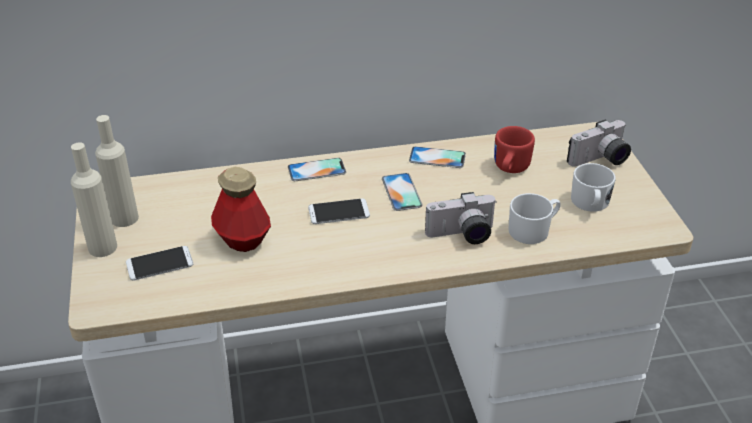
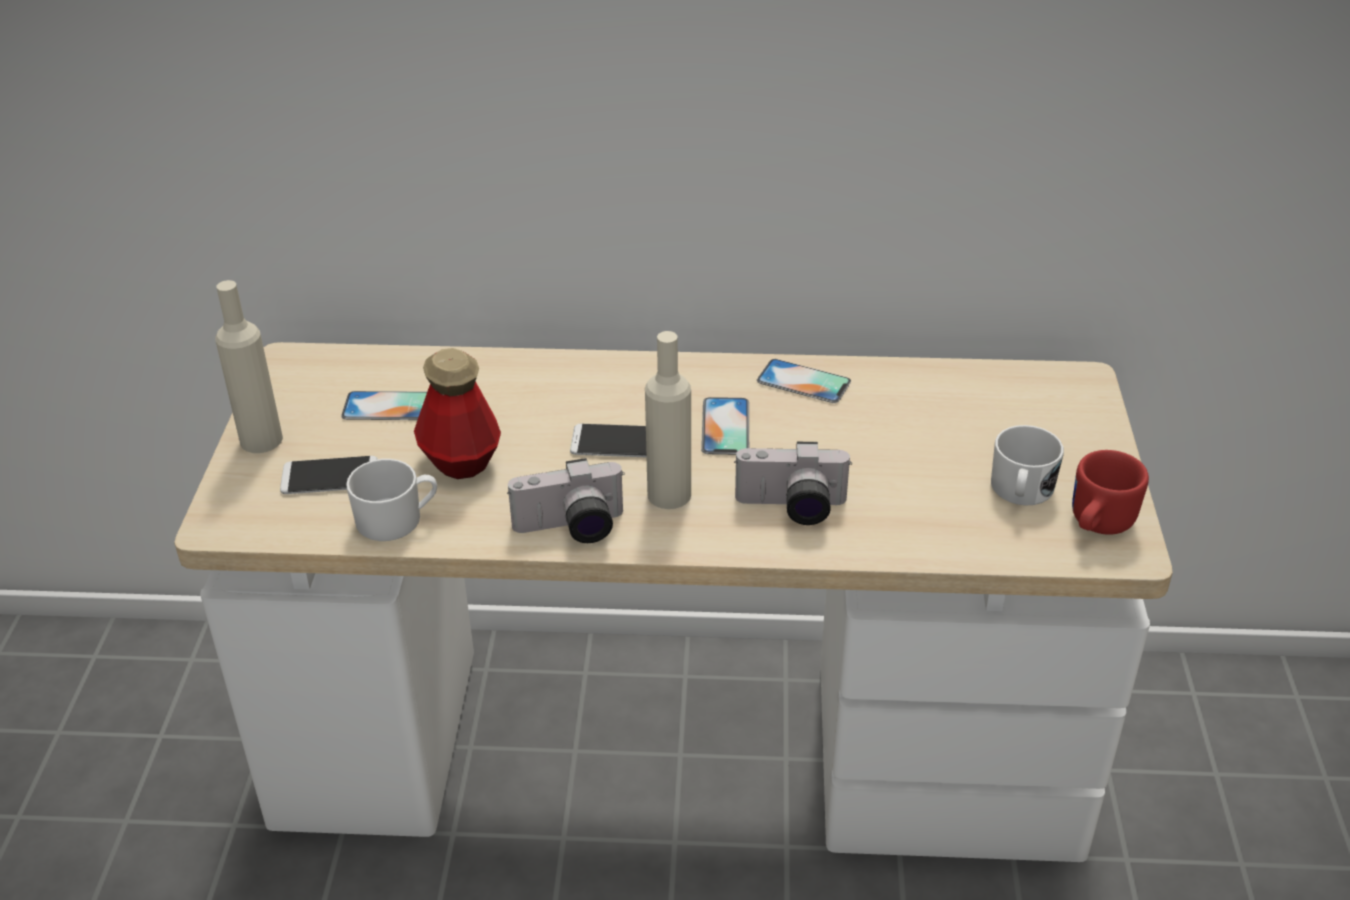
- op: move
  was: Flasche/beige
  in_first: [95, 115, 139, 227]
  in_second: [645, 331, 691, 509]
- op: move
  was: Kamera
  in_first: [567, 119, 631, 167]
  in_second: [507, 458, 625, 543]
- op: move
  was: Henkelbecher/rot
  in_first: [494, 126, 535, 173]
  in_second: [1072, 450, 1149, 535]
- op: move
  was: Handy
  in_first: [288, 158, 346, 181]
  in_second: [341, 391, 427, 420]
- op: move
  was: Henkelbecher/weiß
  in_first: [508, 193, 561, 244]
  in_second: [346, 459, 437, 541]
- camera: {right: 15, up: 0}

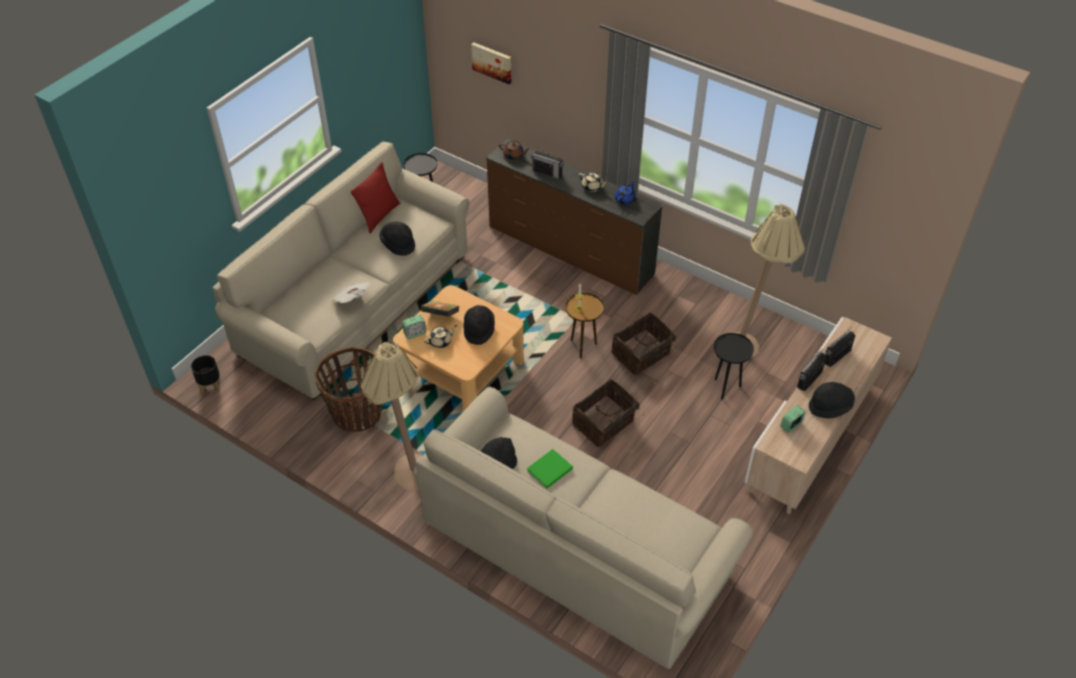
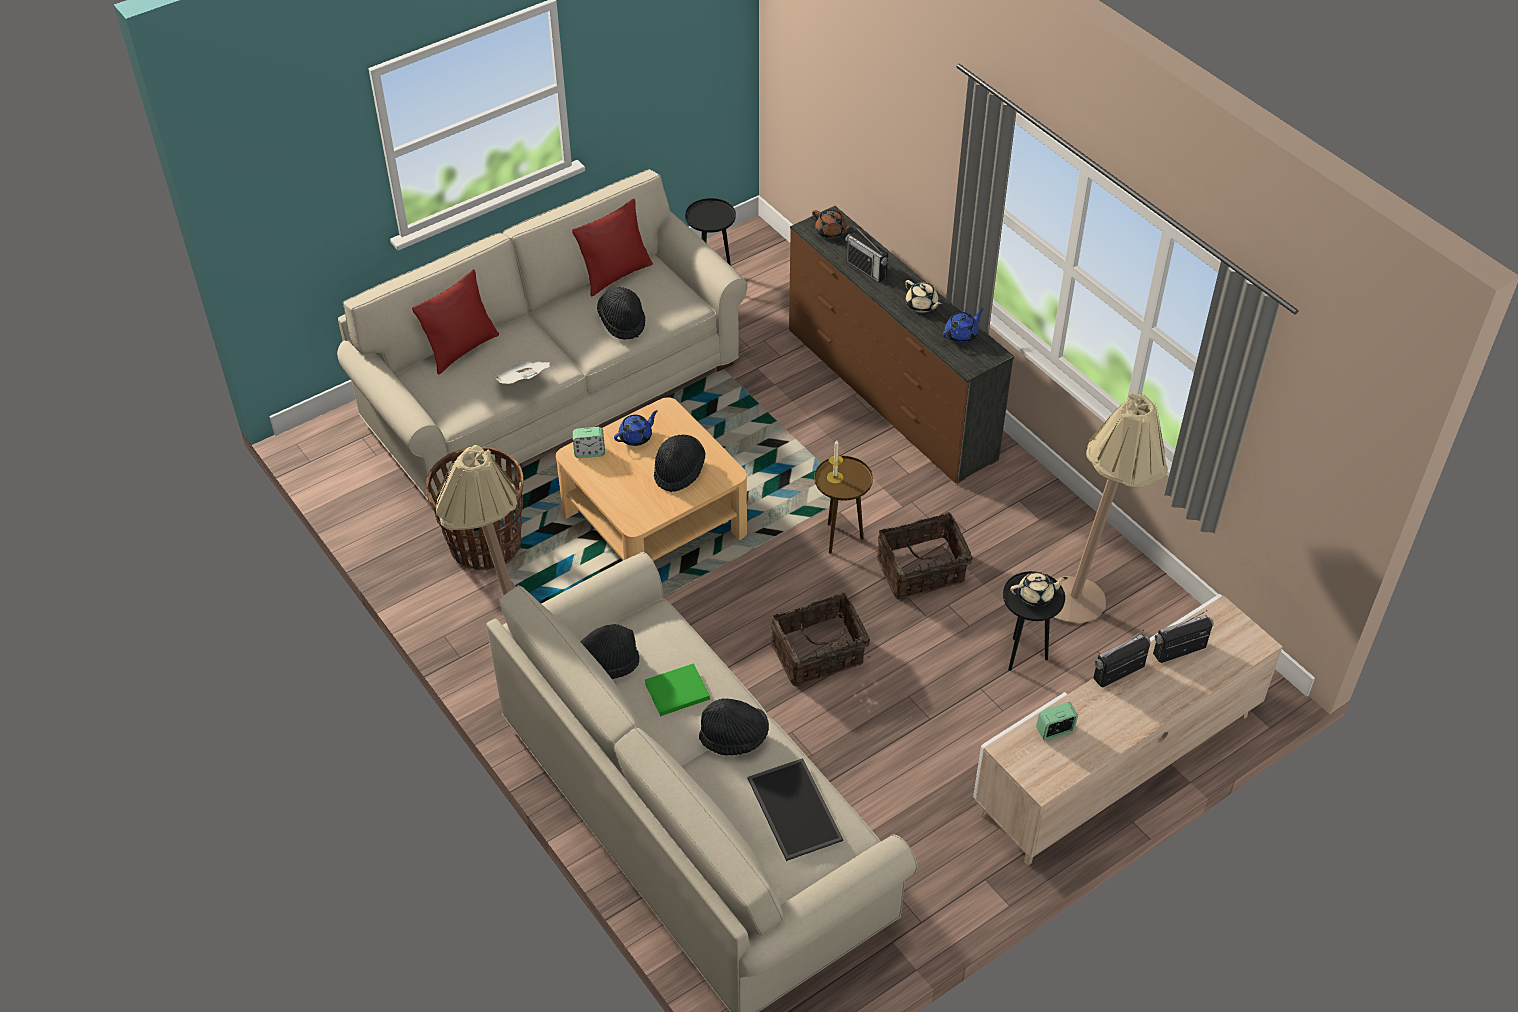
- op: delete
  was: Bild
  in_first: [471, 42, 512, 84]
- op: replace
  was: Buch
  now: Teekanne/blau
  in_first: [421, 300, 459, 317]
  in_second: [614, 410, 658, 446]
- op: move
  was: Teekanne/beige
  in_first: [424, 325, 457, 348]
  in_second: [1010, 572, 1068, 606]
- op: delete
  was: Pflanzkübel/schwarz
  in_first: [191, 355, 220, 394]
- op: move
  was: Hut/schwarz
  in_first: [808, 382, 855, 418]
  in_second: [699, 698, 769, 756]
- op: insert
  now: Kissen/rot
  in_second: [412, 269, 499, 375]
- op: insert
  now: Tablett
  in_second: [748, 758, 843, 861]
- camera: {right: 20, up: 0}

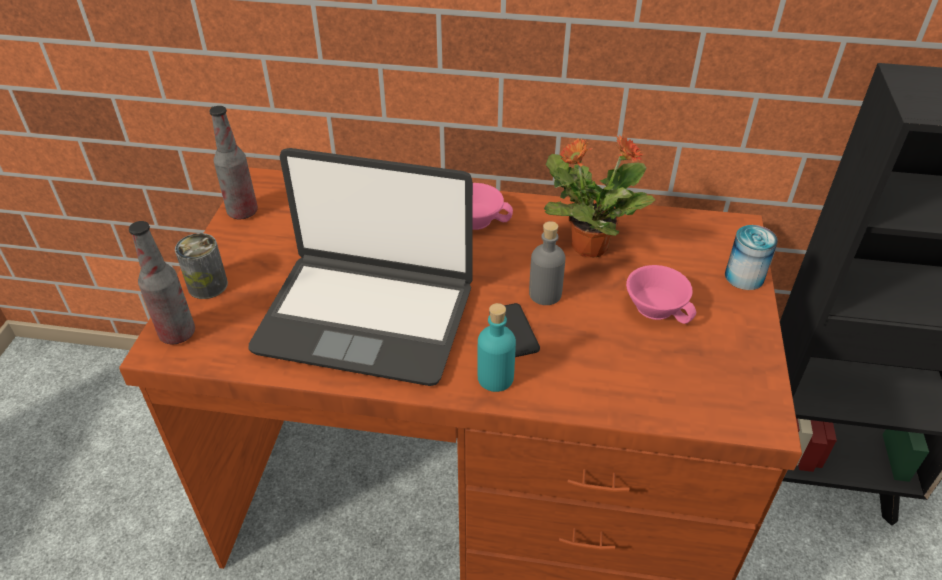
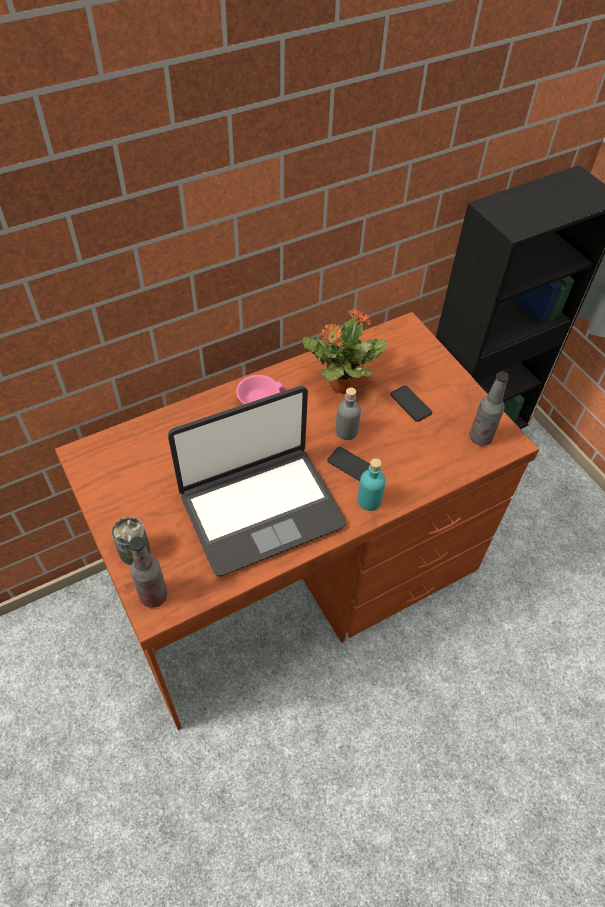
- op: move
  was: Flasche
  in_first: [209, 106, 258, 219]
  in_second: [469, 372, 509, 446]
- op: delete
  was: Dose
  in_first: [725, 225, 778, 290]
- op: replace
  was: Tasse/rosa
  now: Handy
  in_first: [626, 265, 696, 324]
  in_second: [390, 385, 432, 422]
- camera: {right: -40, up: 10}

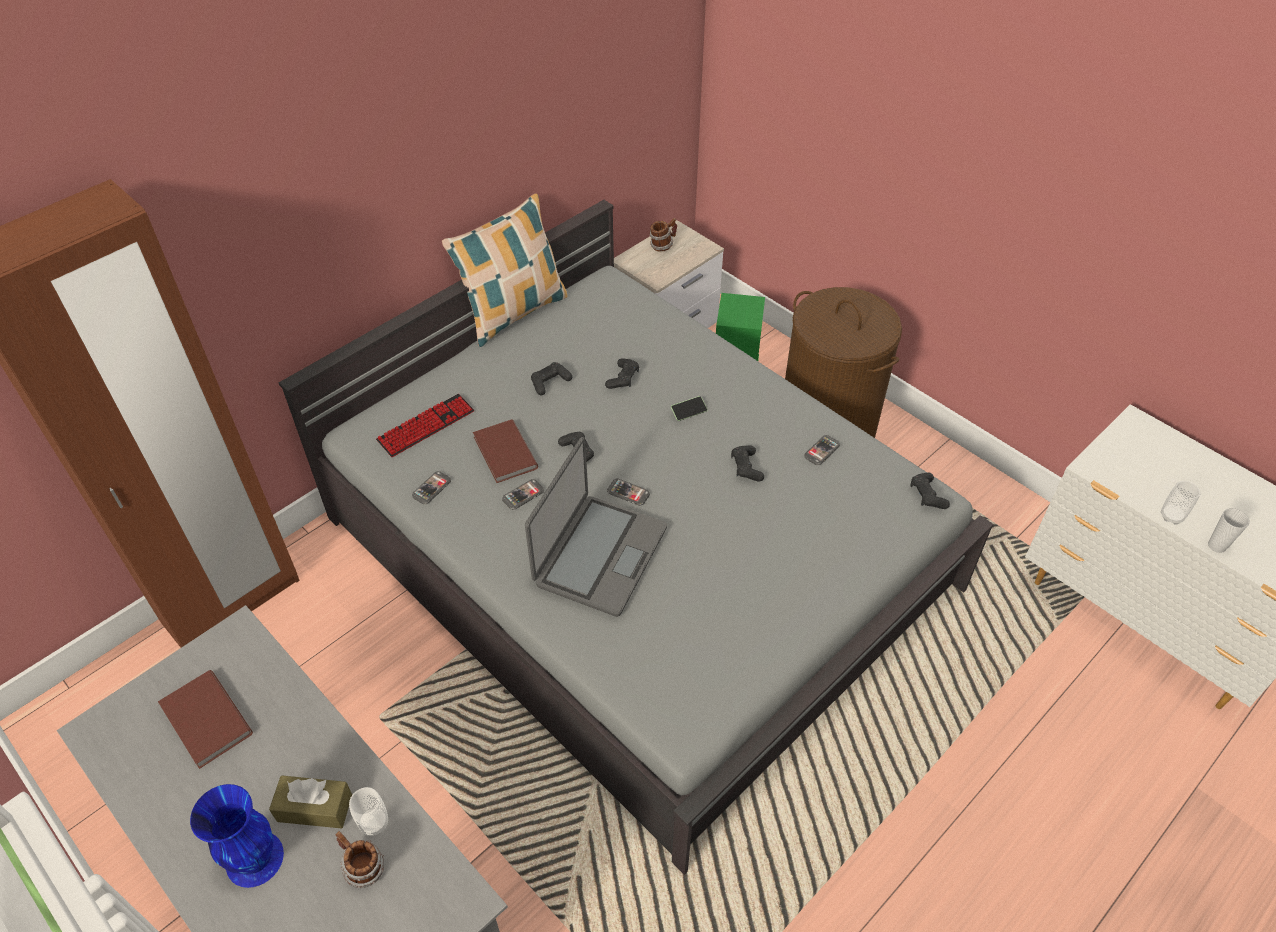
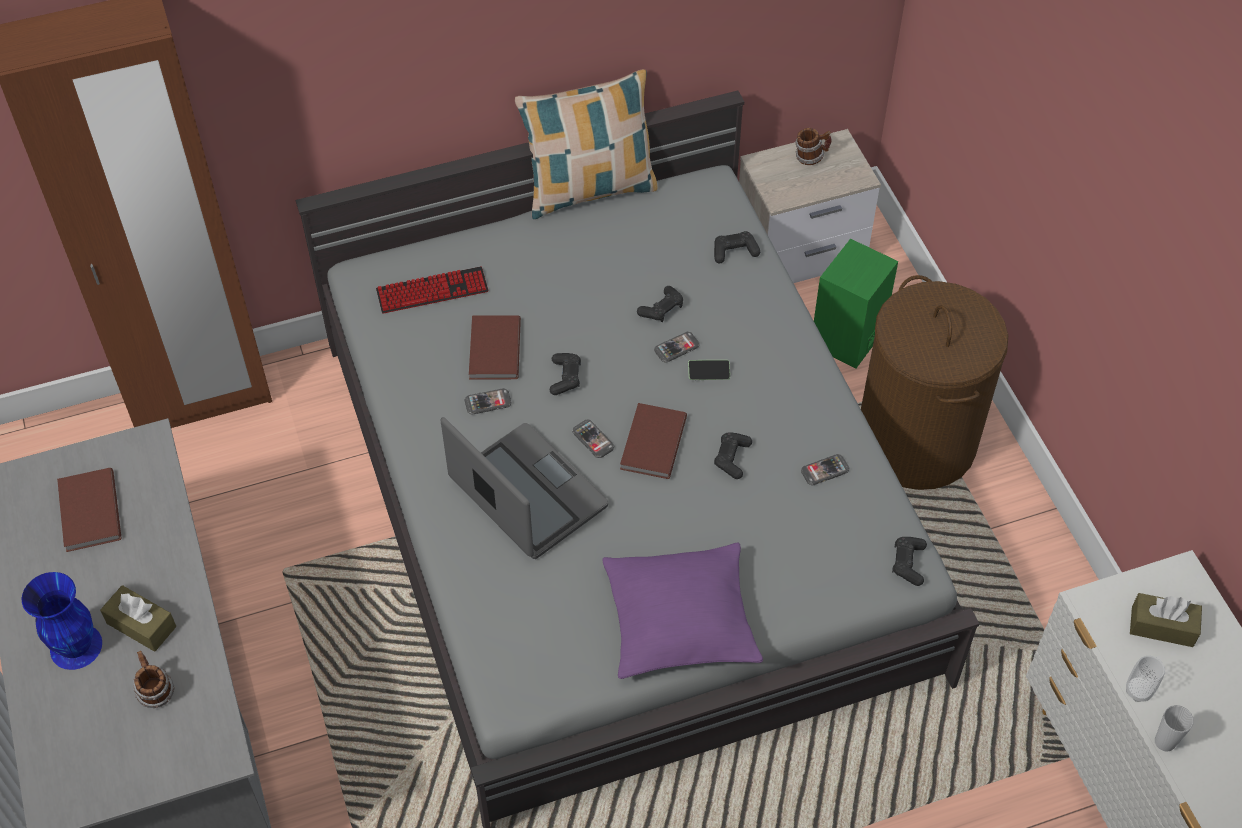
- op: move
  was: Gamepad/schwarz
  in_first: [531, 362, 572, 396]
  in_second: [714, 231, 760, 263]
- op: rotate
  was: Laptop
  in_first: [525, 437, 667, 617]
  in_second: [441, 417, 608, 559]
  clockwise: -90
- op: move
  was: Handy
  in_first: [412, 471, 451, 504]
  in_second: [654, 332, 700, 363]
- op: delete
  was: Tasse
  in_first: [349, 787, 388, 836]
- op: insert
  now: Buch/braun
  in_second: [620, 403, 687, 479]
- op: insert
  now: Kissen/lila
  in_second: [602, 543, 763, 679]
- op: insert
  now: Taschentuchbox/braun
  in_second: [1130, 593, 1202, 647]
- camera: {right: 25, up: 5}

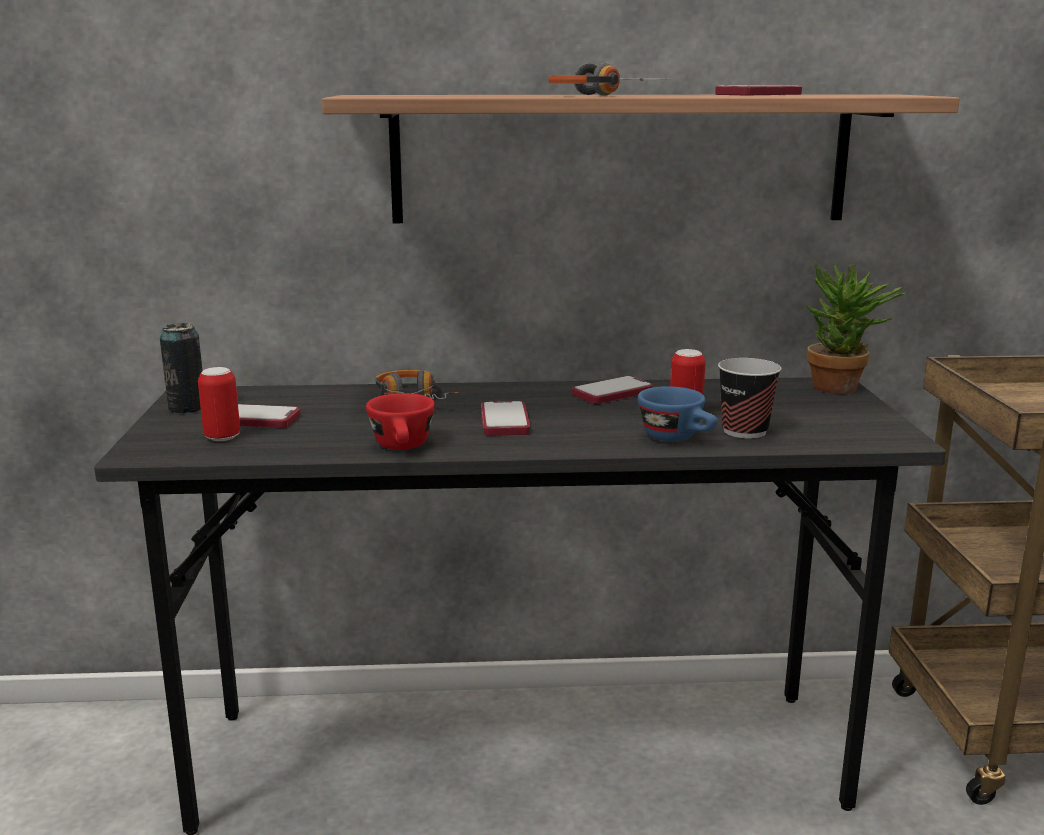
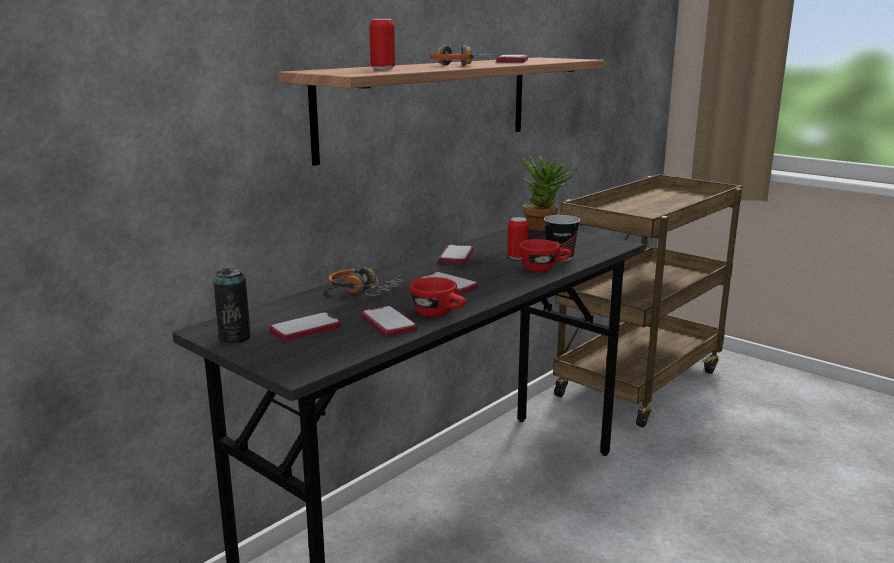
- op: move
  was: Dose
  in_first: [198, 367, 240, 441]
  in_second: [369, 19, 395, 70]
- op: recolor
  was: Tasse/blau
  now: Tasse/rot
  in_first: [638, 386, 718, 442]
  in_second: [519, 239, 572, 272]
- op: insert
  now: Handy
  in_second: [361, 306, 417, 337]
- camera: {right: -45, up: 0}

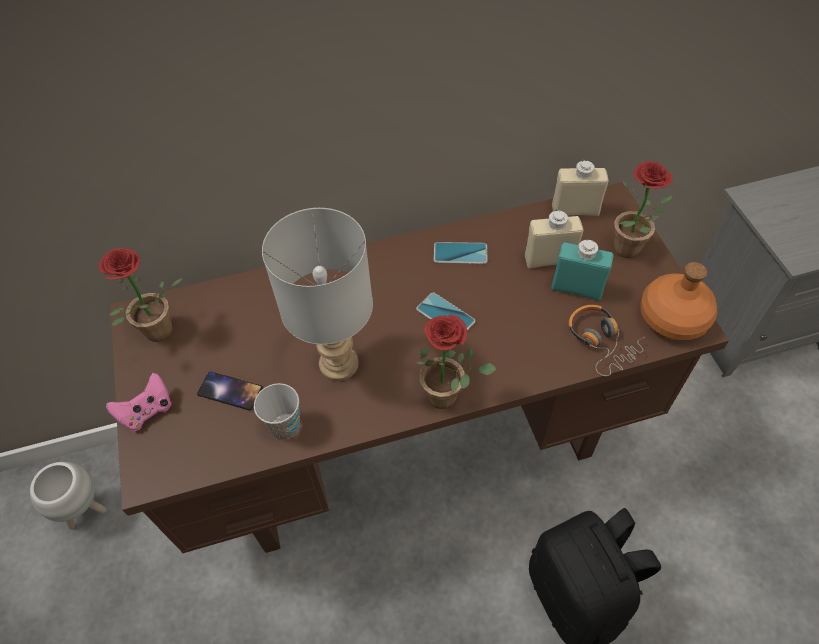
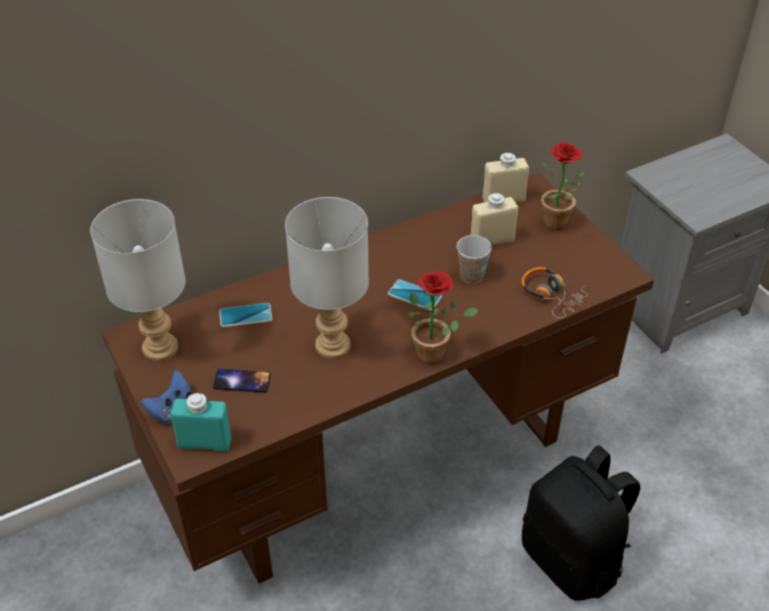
- op: move
  was: Flasche/türkis
  in_first: [551, 239, 613, 301]
  in_second: [170, 392, 232, 452]
- op: move
  was: Handy
  in_first: [434, 242, 488, 264]
  in_second: [219, 303, 272, 327]
- op: replace
  was: Topfpflanze
  now: Tischlampe/grau
  in_first: [99, 247, 183, 342]
  in_second: [90, 199, 186, 361]
- op: delete
  was: Flasche/orange
  in_first: [640, 262, 717, 340]
- op: recolor
  was: Gamepad/rosa
  now: Gamepad/blau
  in_first: [106, 373, 172, 431]
  in_second: [140, 370, 193, 424]
- op: move
  was: Tasse
  in_first: [254, 383, 300, 440]
  in_second: [457, 235, 492, 284]
- op: delete
  was: Pflanzkübel/weiß
  in_first: [30, 462, 106, 529]
- camera: {right: -15, up: -10}

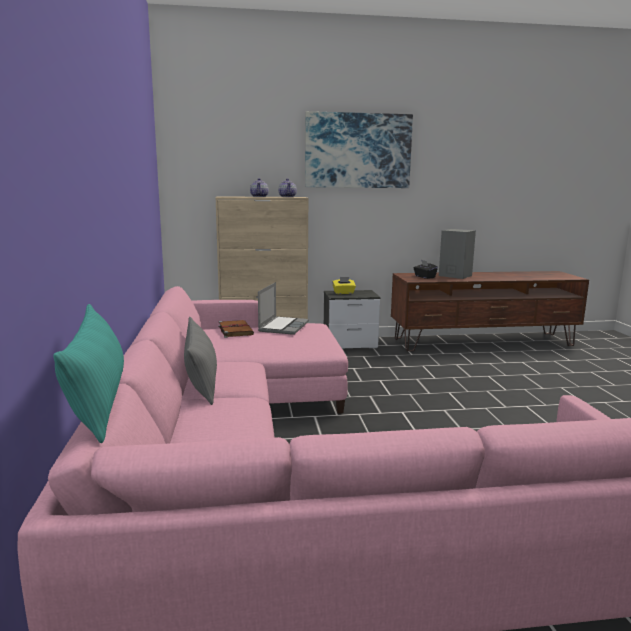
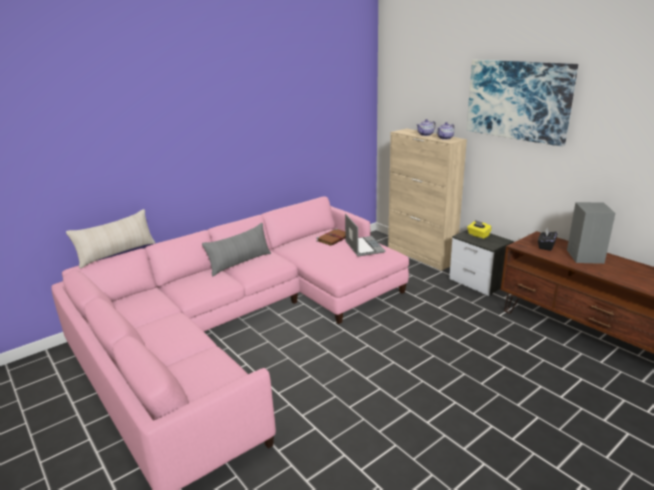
- op: rotate
  was: Laptop
  in_first: [258, 282, 309, 335]
  in_second: [345, 214, 385, 257]
  clockwise: -90
- op: recolor
  was: Kissen/türkis
  now: Kissen/beige
  in_first: [53, 304, 124, 443]
  in_second: [66, 209, 155, 268]
- camera: {right: 60, up: 10}

